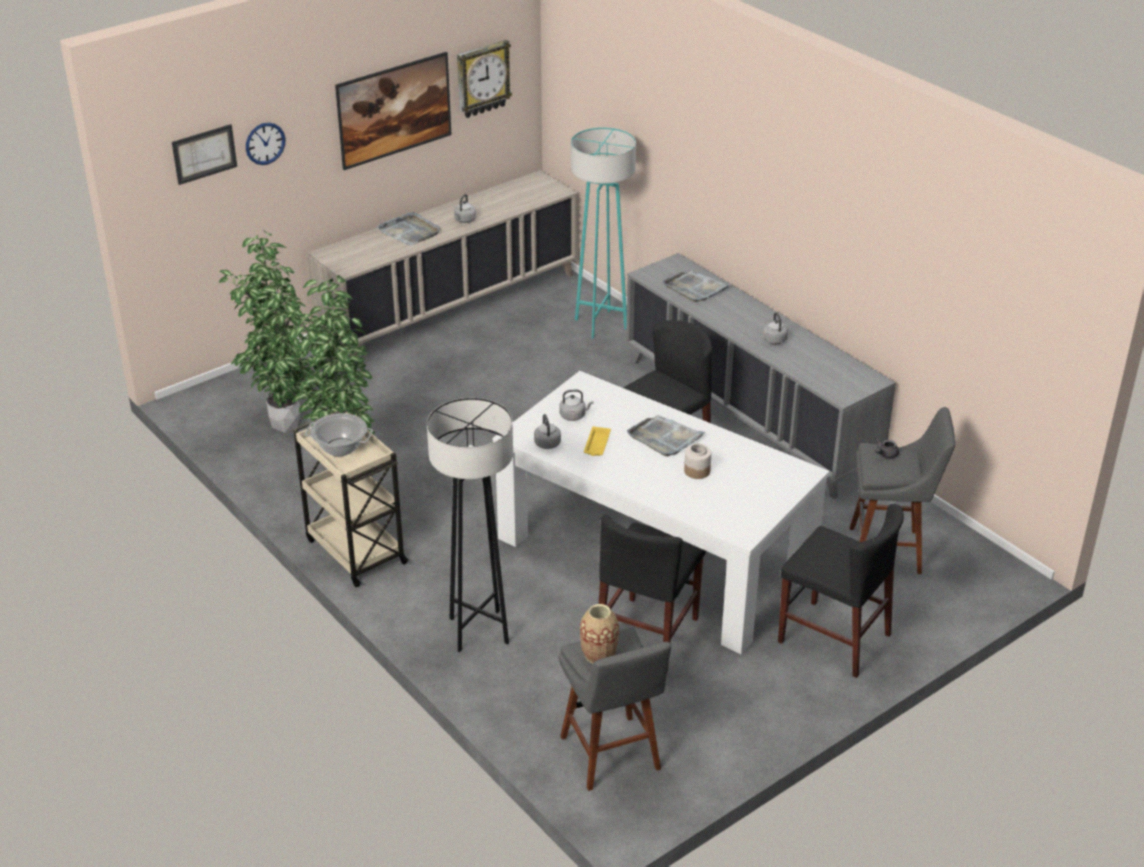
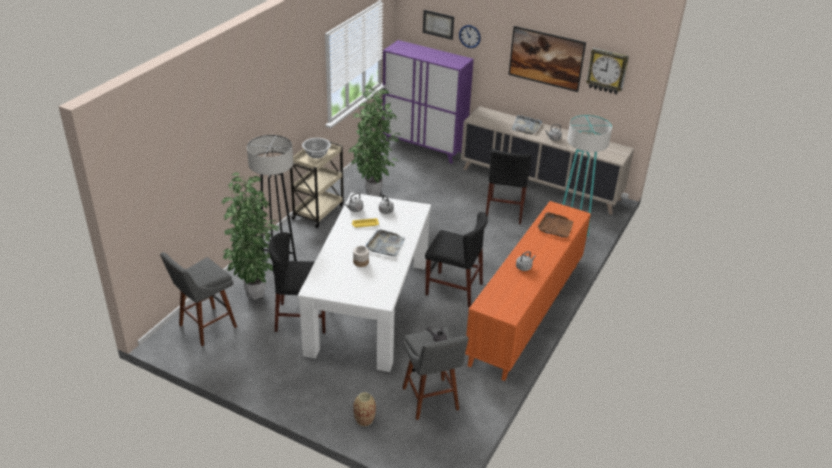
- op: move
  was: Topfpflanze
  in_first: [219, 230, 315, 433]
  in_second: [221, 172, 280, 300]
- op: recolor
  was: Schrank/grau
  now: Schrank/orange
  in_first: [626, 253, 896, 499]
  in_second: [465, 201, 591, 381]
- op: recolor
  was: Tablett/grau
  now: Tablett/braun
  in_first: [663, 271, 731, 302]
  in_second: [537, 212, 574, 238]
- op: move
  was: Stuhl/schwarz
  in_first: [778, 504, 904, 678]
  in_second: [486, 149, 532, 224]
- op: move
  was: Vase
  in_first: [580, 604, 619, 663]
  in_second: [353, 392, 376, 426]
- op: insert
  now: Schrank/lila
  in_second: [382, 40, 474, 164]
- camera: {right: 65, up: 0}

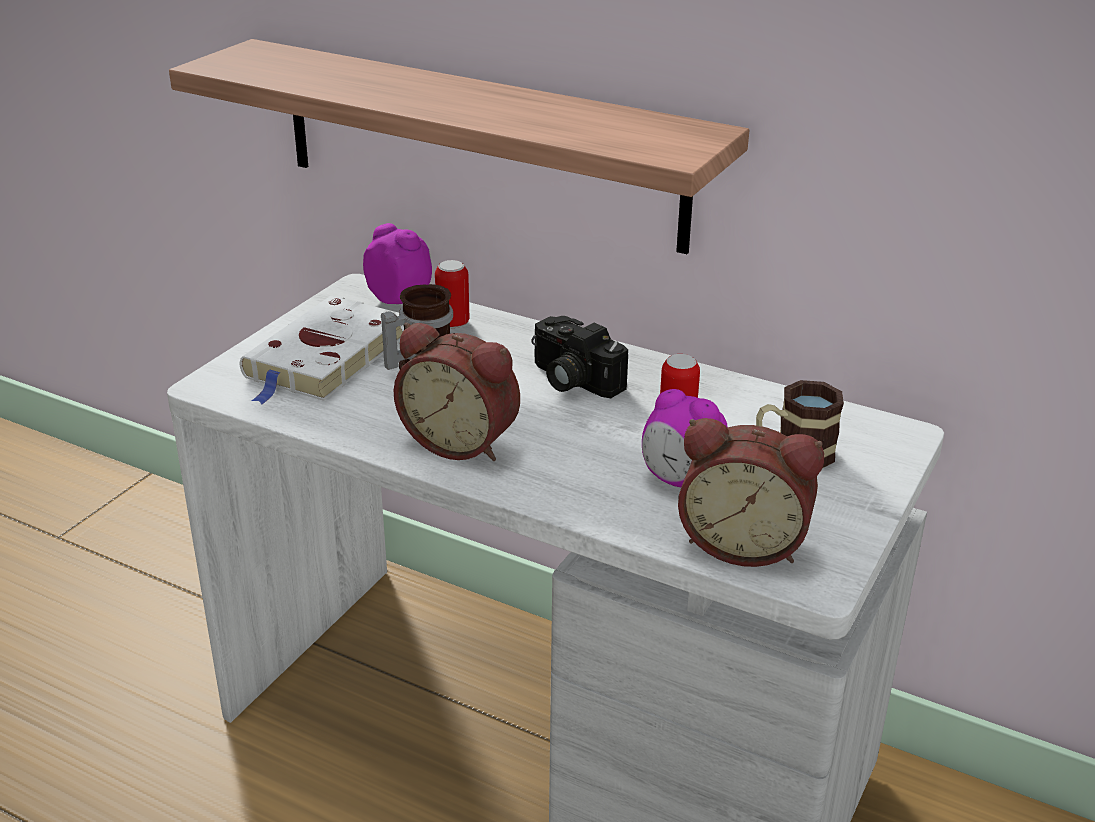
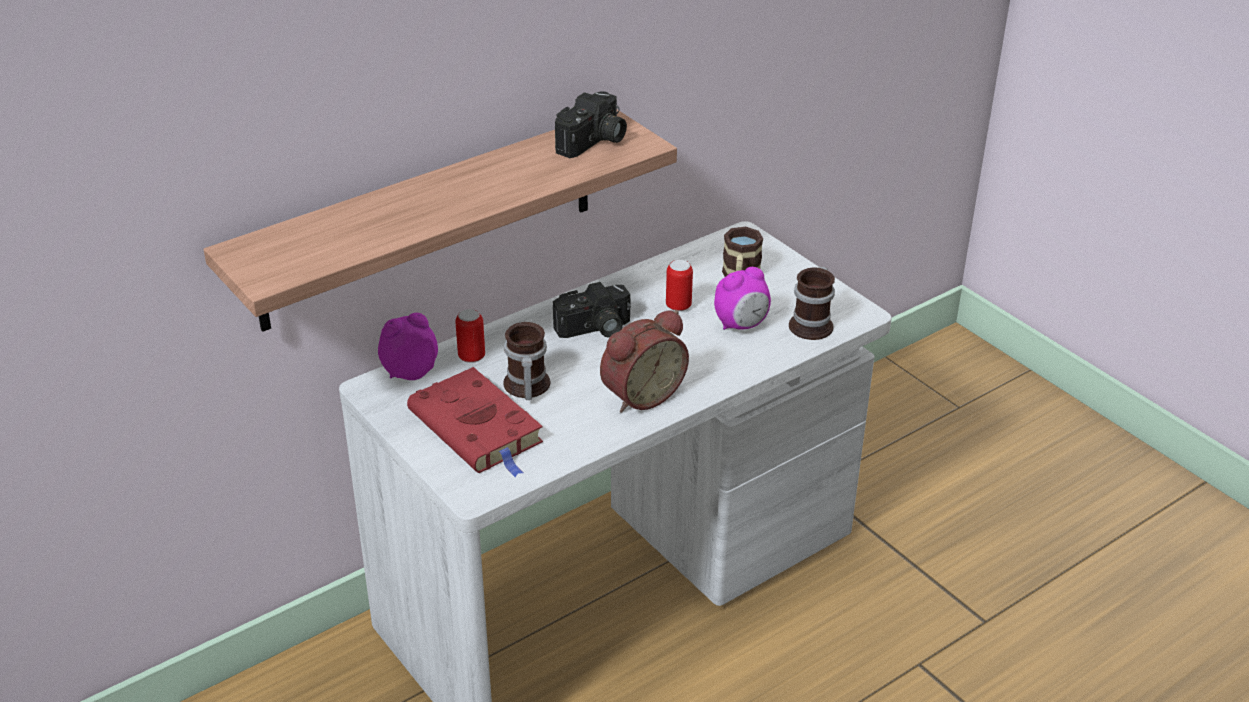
- op: recolor
  was: Buch/weiß
  now: Buch/rot
  in_first: [240, 296, 403, 404]
  in_second: [407, 367, 543, 477]
- op: replace
  was: Wecker
  now: Henkelbecher
  in_first: [678, 418, 824, 567]
  in_second: [789, 266, 835, 340]
- op: insert
  now: Kamera
  in_second: [555, 91, 627, 158]
- camera: {right: -65, up: 5}

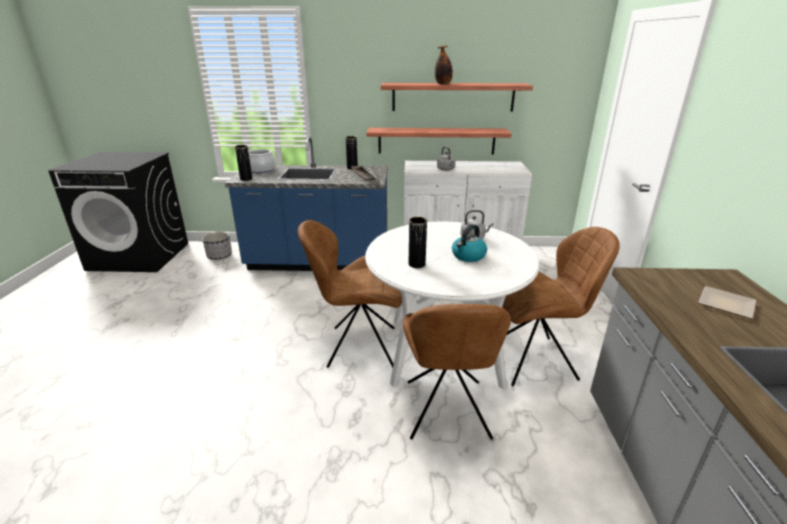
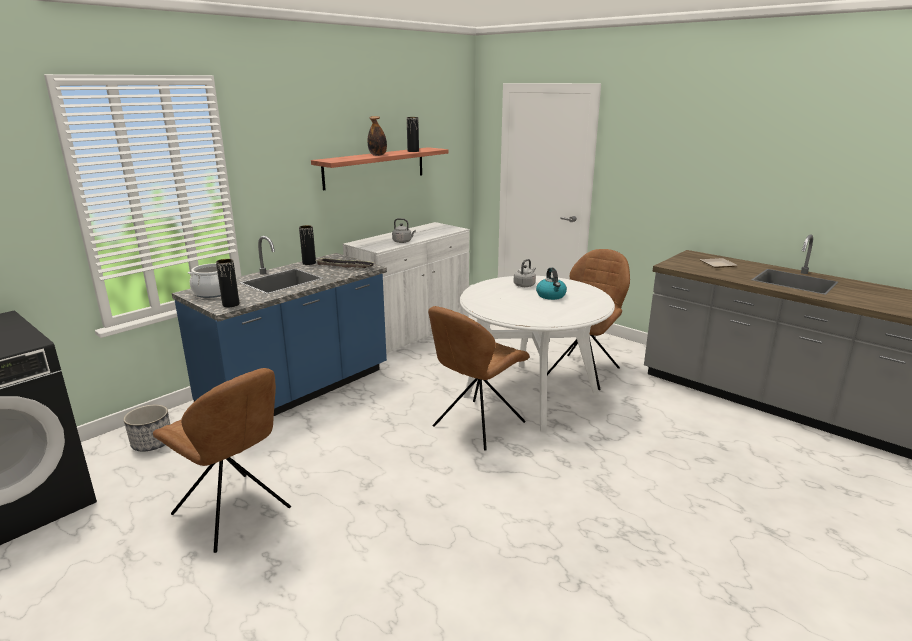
- op: delete
  was: Wandregal
  in_first: [366, 128, 511, 154]
- op: move
  was: Vase/schwarz
  in_first: [409, 217, 427, 268]
  in_second: [407, 117, 419, 152]
- op: move
  was: Stuhl/braun
  in_first: [403, 304, 511, 440]
  in_second: [153, 368, 291, 553]
- camera: {right: -50, up: -5}

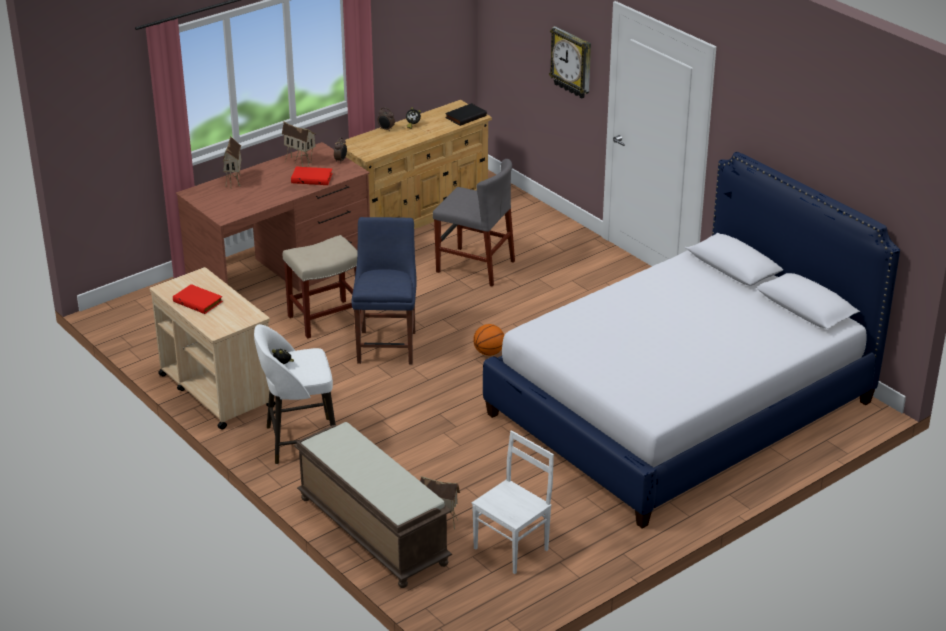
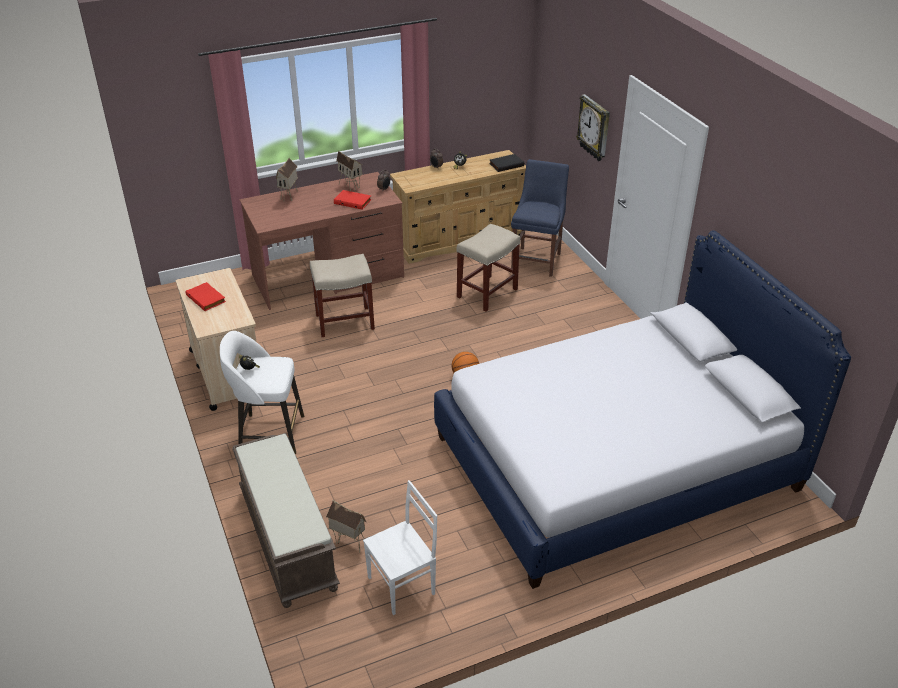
- op: replace
  was: Stuhl/grau
  now: Hocker/beige
  in_first: [433, 159, 515, 287]
  in_second: [456, 224, 520, 312]
- op: move
  was: Stuhl/blau
  in_first: [351, 217, 417, 364]
  in_second: [511, 159, 569, 277]
- camera: {right: 15, up: 5}

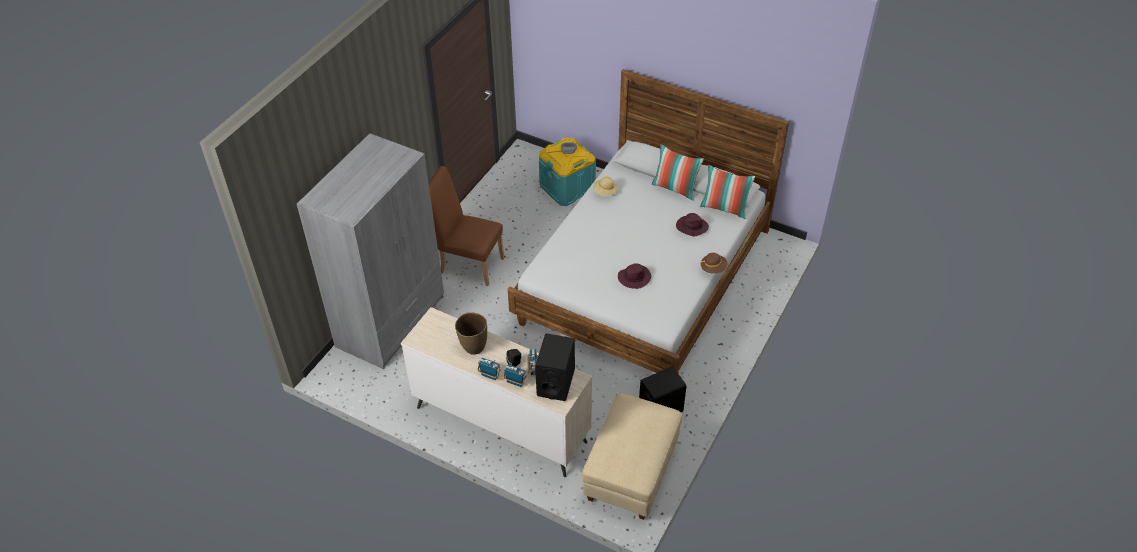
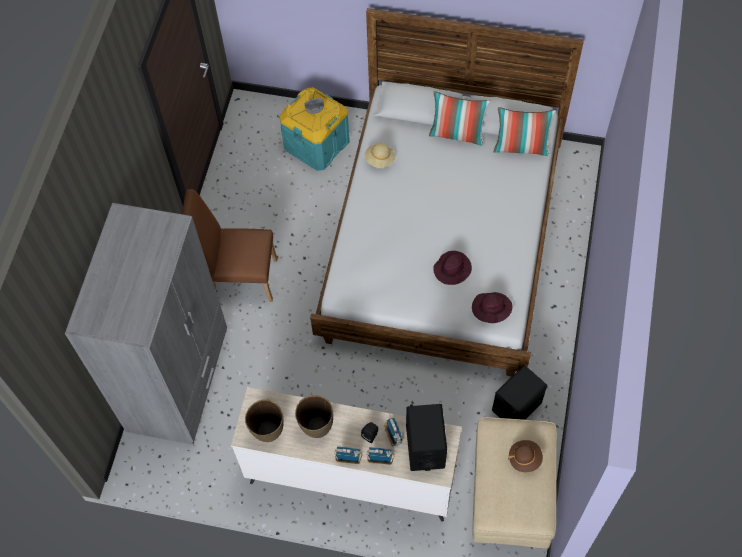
- op: move
  was: Hut/lila
  in_first: [676, 213, 709, 236]
  in_second: [472, 292, 512, 323]
- op: move
  was: Hut/braun
  in_first: [700, 253, 727, 274]
  in_second: [508, 440, 543, 472]
- op: insert
  now: Vase/braun
  in_second: [245, 400, 284, 442]
- camera: {right: -15, up: 15}

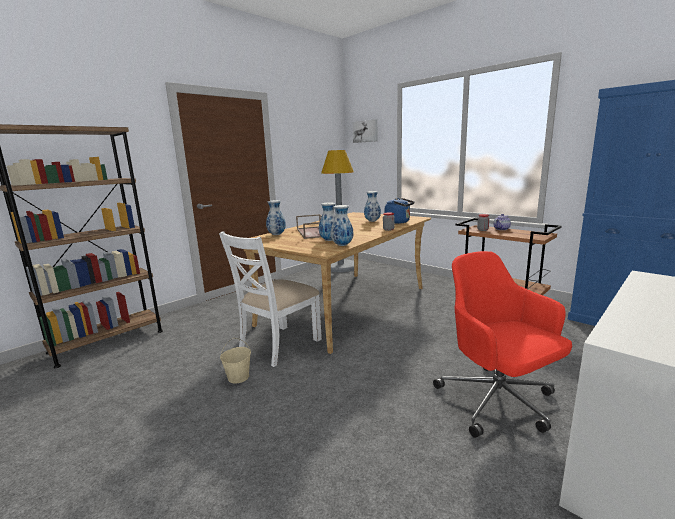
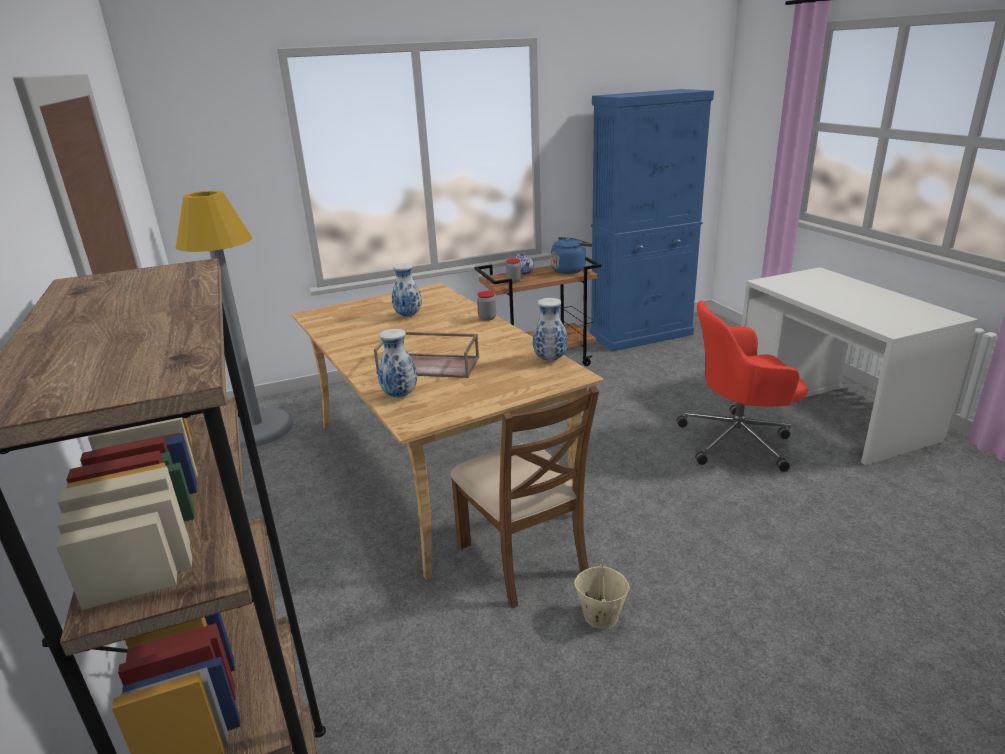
- op: delete
  was: Bild
  in_first: [353, 119, 377, 143]
- op: move
  was: Wasserkessel/blau
  in_first: [385, 198, 414, 224]
  in_second: [551, 237, 593, 274]
- op: delete
  was: Vase
  in_first: [319, 202, 336, 241]
- op: recolor
  was: Stuhl/weiß
  now: Stuhl/braun
  in_first: [219, 231, 322, 367]
  in_second: [451, 386, 599, 608]
- camera: {right: -65, up: 10}

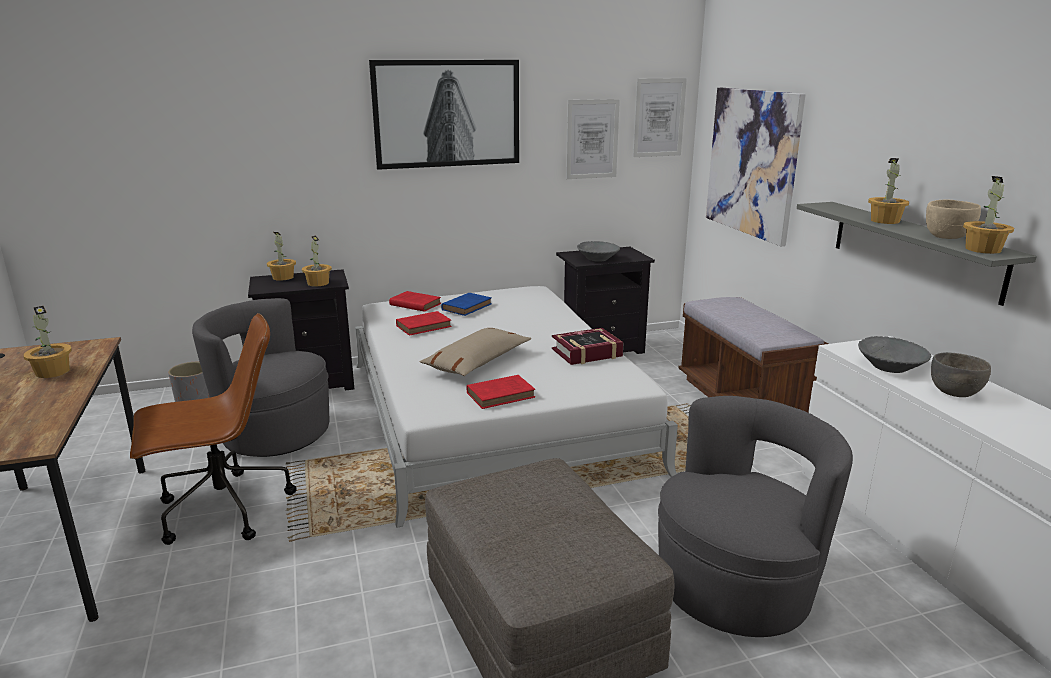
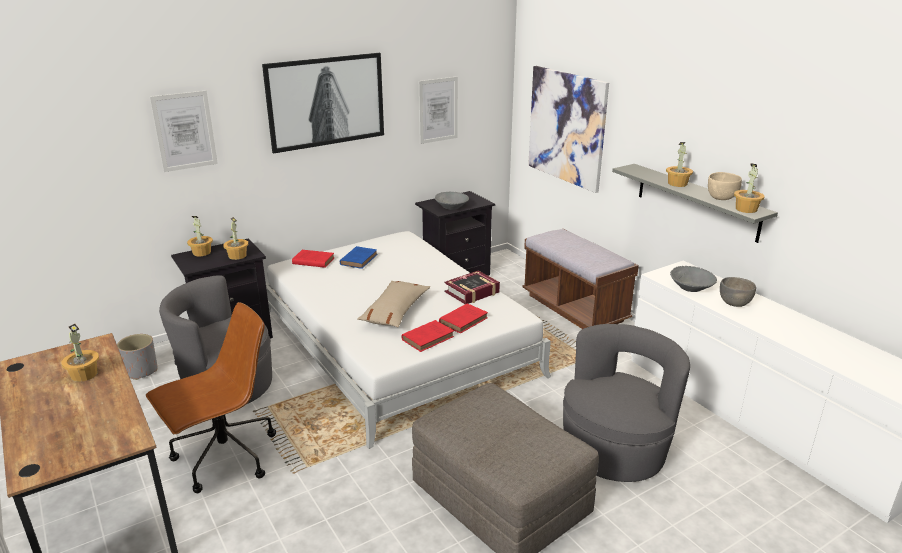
- op: move
  was: Bild
  in_first: [633, 78, 687, 157]
  in_second: [150, 90, 218, 172]
- op: move
  was: Buch/rot
  in_first: [396, 311, 452, 336]
  in_second: [439, 303, 488, 333]
- camera: {right: -15, up: 5}

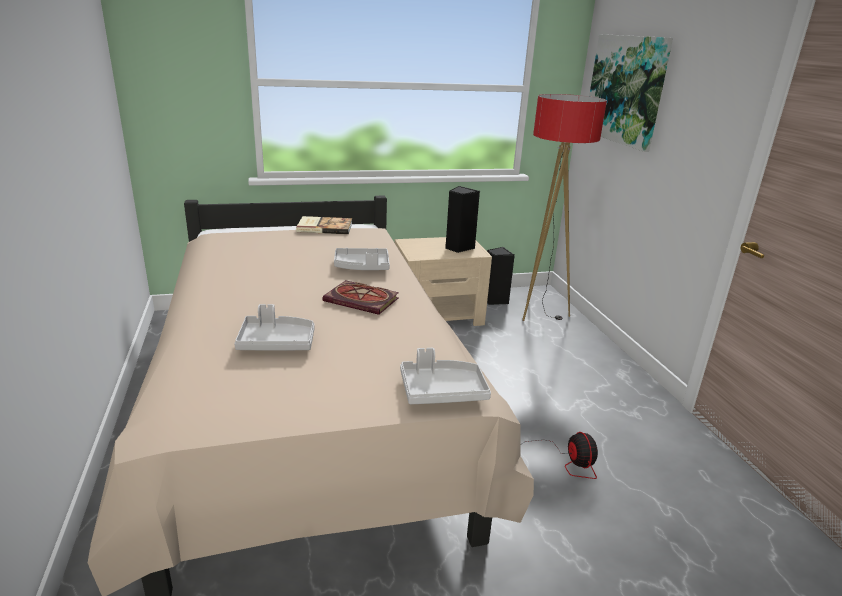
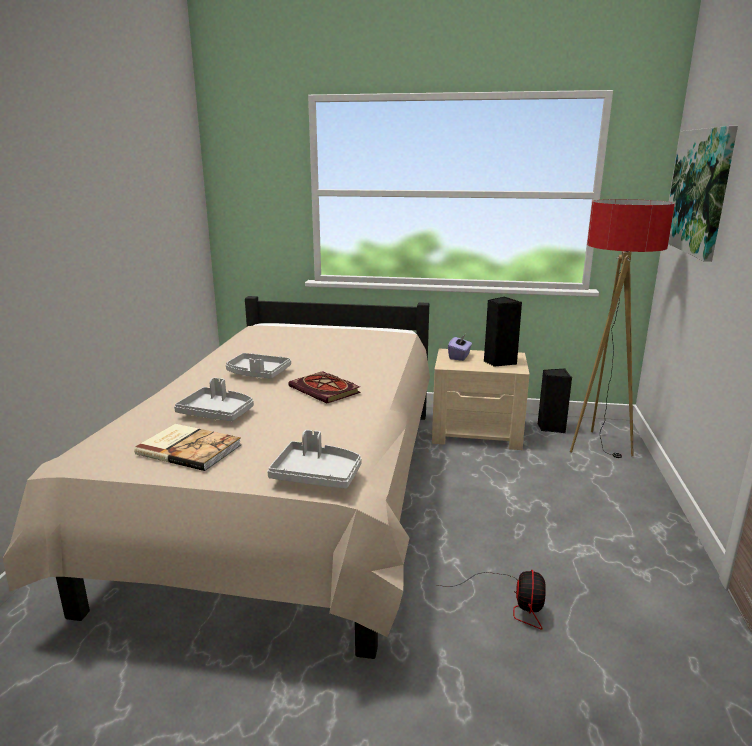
- op: move
  was: Buch
  in_first: [296, 216, 352, 234]
  in_second: [134, 424, 241, 471]
- op: move
  was: Tablett/grau
  in_first: [334, 248, 390, 270]
  in_second: [226, 353, 291, 379]
- op: insert
  now: Taschentuchbox/lila
  in_second: [448, 334, 472, 361]
- camera: {right: 25, up: -5}

